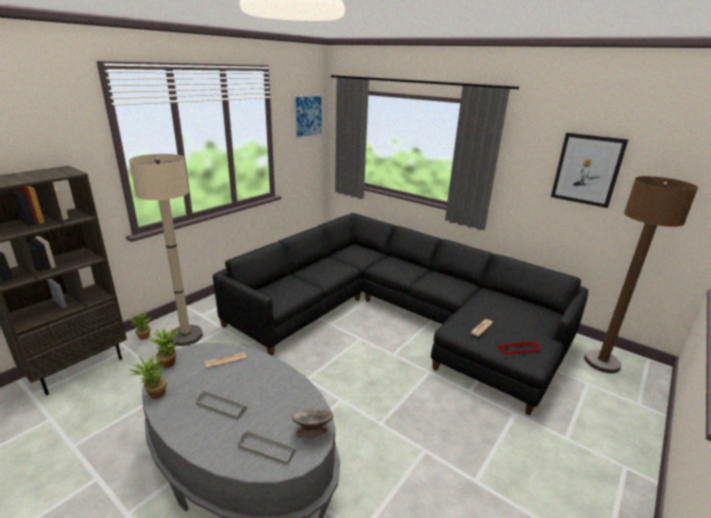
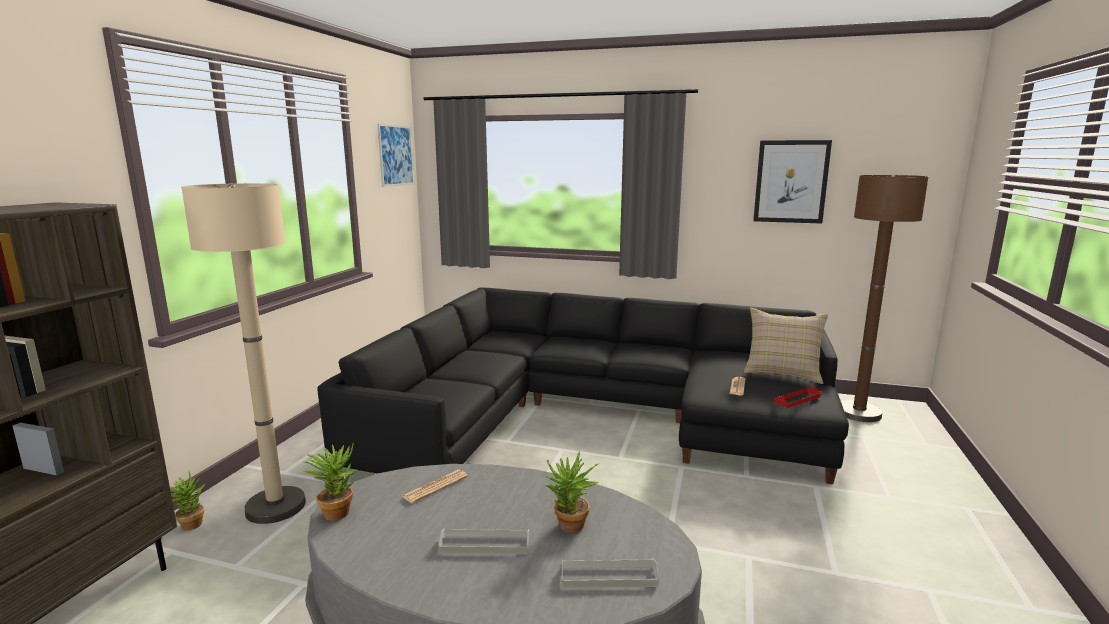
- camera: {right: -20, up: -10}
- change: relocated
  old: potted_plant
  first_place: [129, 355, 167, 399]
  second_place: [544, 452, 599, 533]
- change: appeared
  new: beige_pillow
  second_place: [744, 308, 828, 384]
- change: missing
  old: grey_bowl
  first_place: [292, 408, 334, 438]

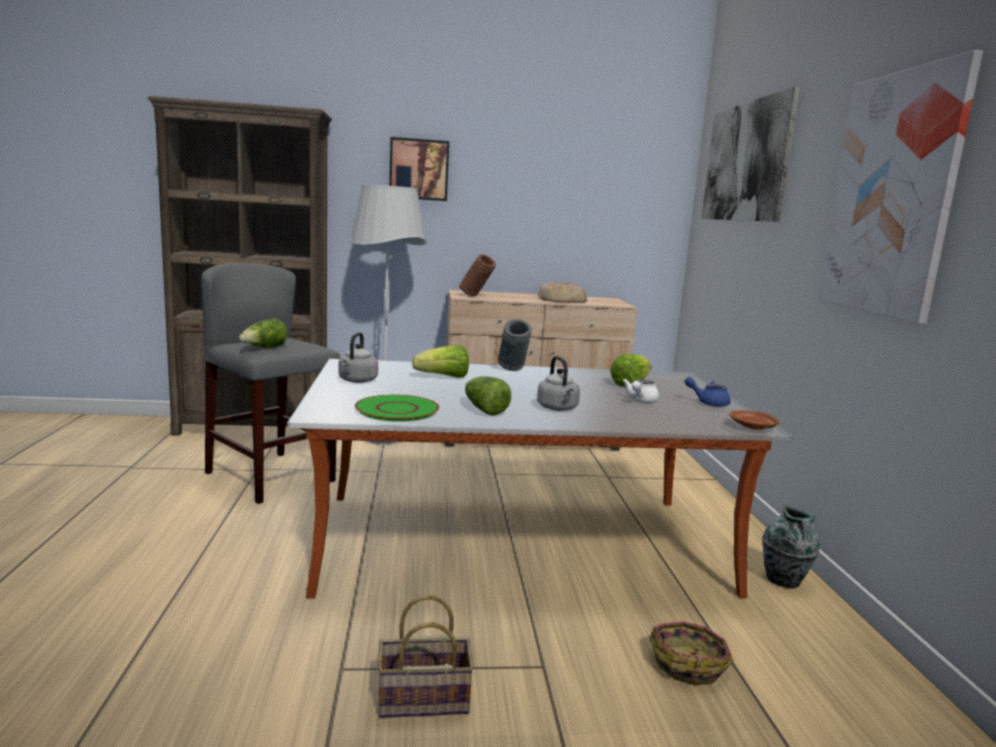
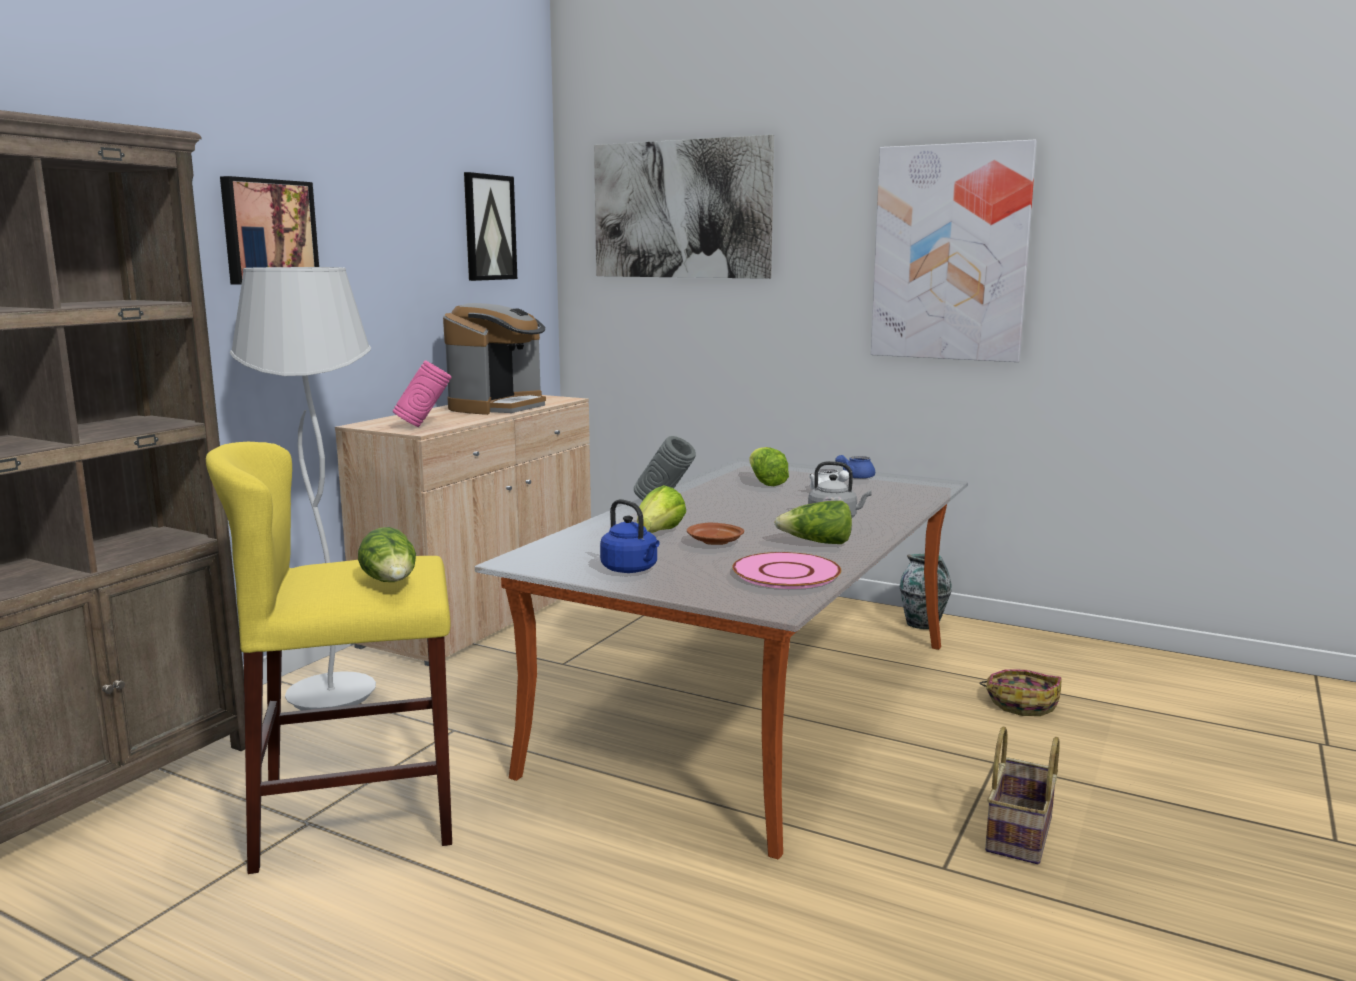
- camera: {right: -55, up: 0}
- change: colour
  old: grey_stool
  new: yellow_stool
  first_place: [201, 263, 340, 504]
  second_place: [206, 442, 452, 874]
- change: colour
  old: brown_vase
  new: pink_vase
  first_place: [459, 254, 496, 296]
  second_place: [393, 361, 452, 427]
- change: exchanged
  old: bread
  new: coffee_machine
  first_place: [538, 282, 587, 303]
  second_place: [443, 303, 546, 415]
- change: appeared
  new: picture
  second_place: [464, 172, 517, 281]
- change: colour
  old: grey_kettle
  new: blue_kettle
  first_place: [338, 332, 378, 383]
  second_place: [600, 499, 660, 573]
- change: relocated
  old: brown_plate
  first_place: [729, 410, 780, 430]
  second_place: [687, 523, 744, 545]
- change: colour
  old: green_plate
  new: pink_plate
  first_place: [355, 395, 439, 421]
  second_place: [732, 552, 841, 589]

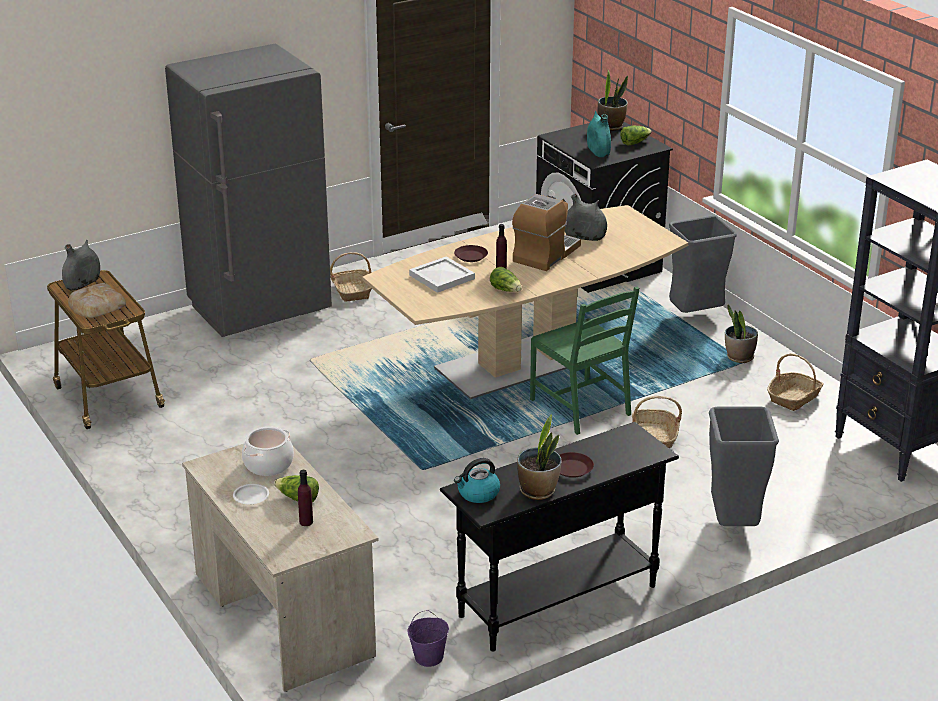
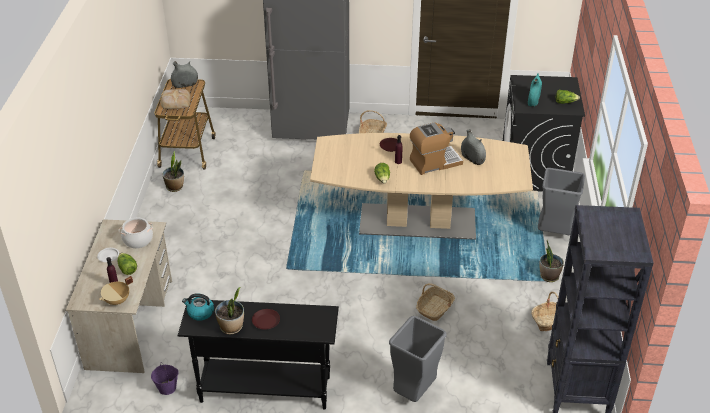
- camera: {right: 35, up: 10}
- change: appeared
  new: beige_cooking_pot
  second_place: [99, 276, 133, 305]
- change: relocated
  old: potted_plant
  first_place: [598, 70, 628, 131]
  second_place: [163, 151, 184, 192]
- change: missing
  old: white_tray
  first_place: [409, 256, 475, 293]
- change: missing
  old: green_chair
  first_place: [530, 287, 640, 435]

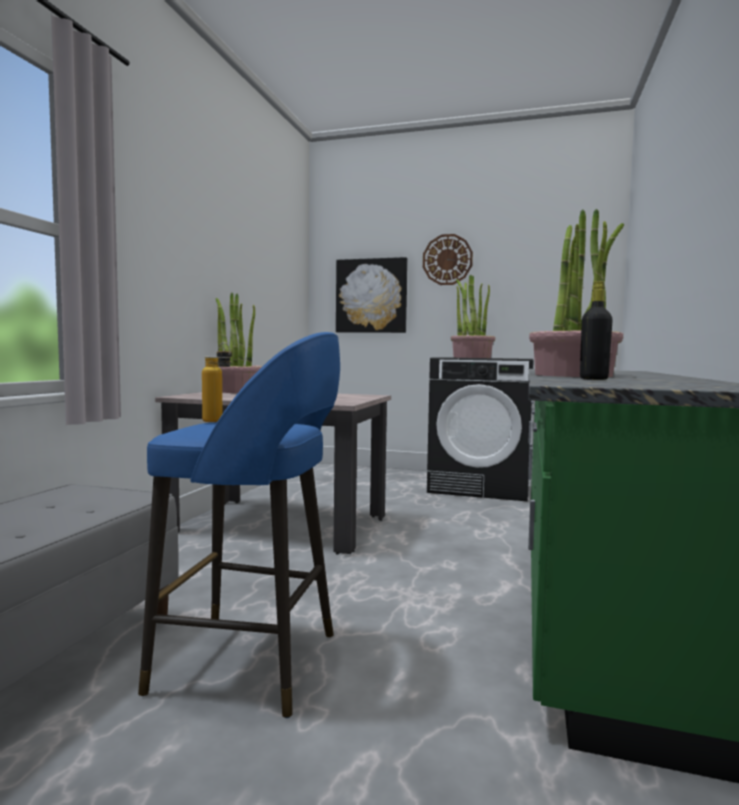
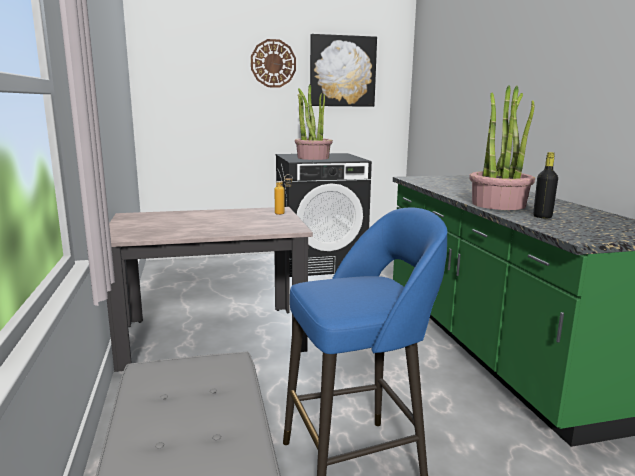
- camera: {right: -30, up: 10}
- change: relocated
  old: bottle
  first_place: [202, 342, 232, 422]
  second_place: [275, 174, 293, 215]
- change: relocated
  old: picture
  first_place: [336, 257, 408, 333]
  second_place: [310, 34, 377, 107]
- change: missing
  old: potted_plant
  first_place: [216, 293, 262, 393]

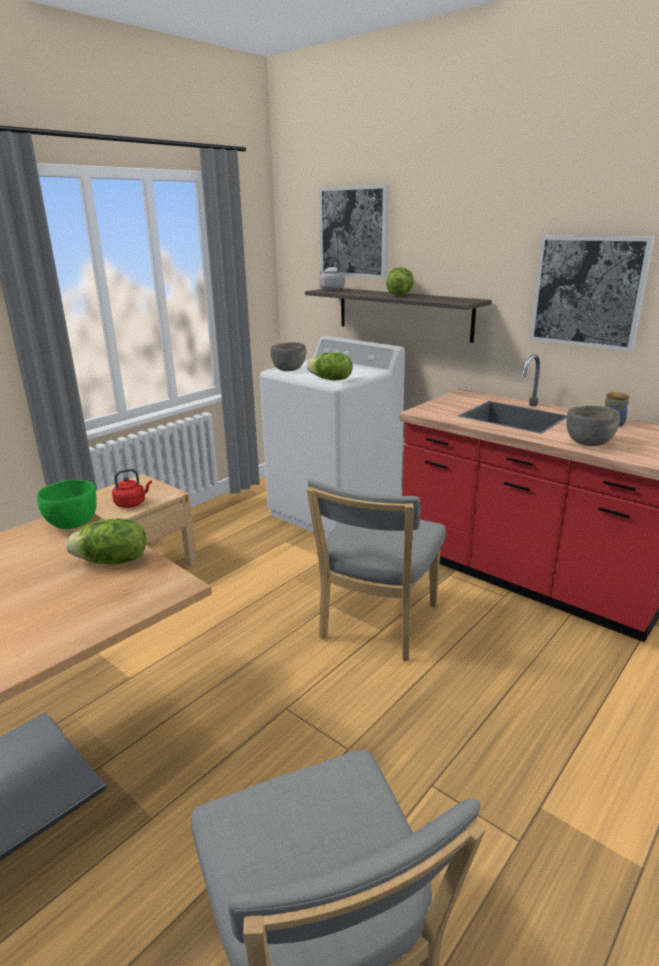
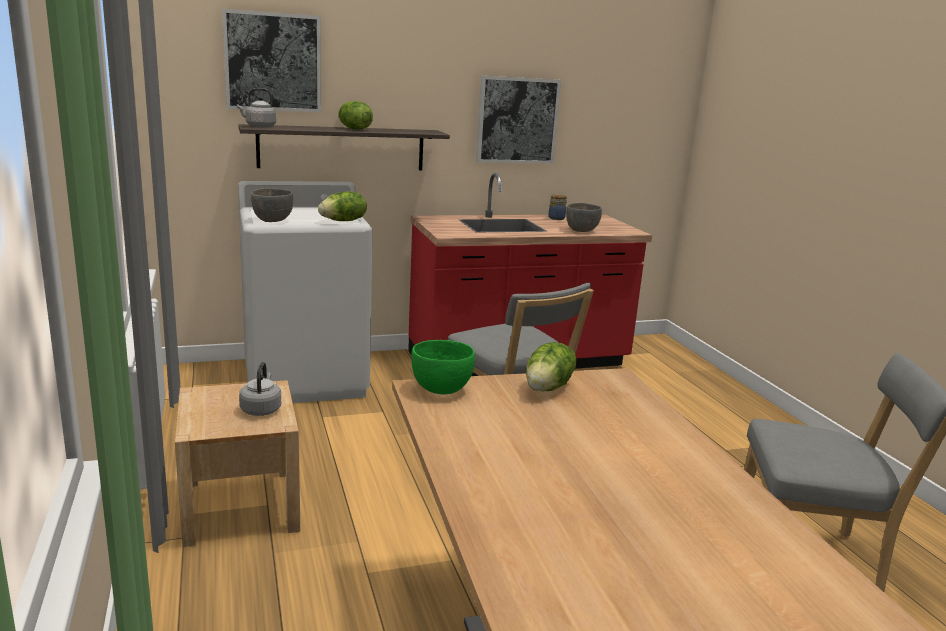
- camera: {right: -60, up: -5}
- change: colour
  old: red_kettle
  new: grey_kettle
  first_place: [112, 469, 152, 508]
  second_place: [239, 362, 281, 416]

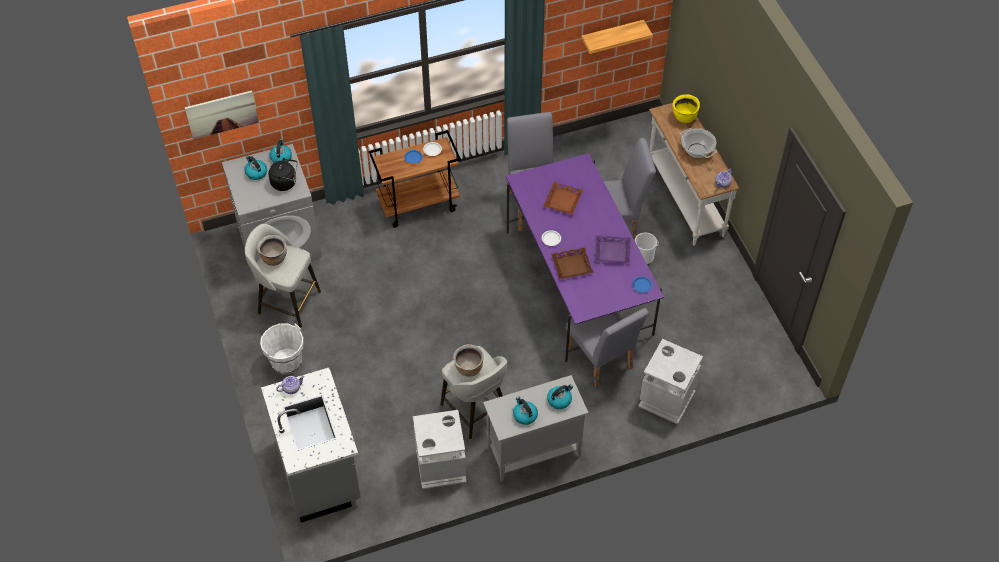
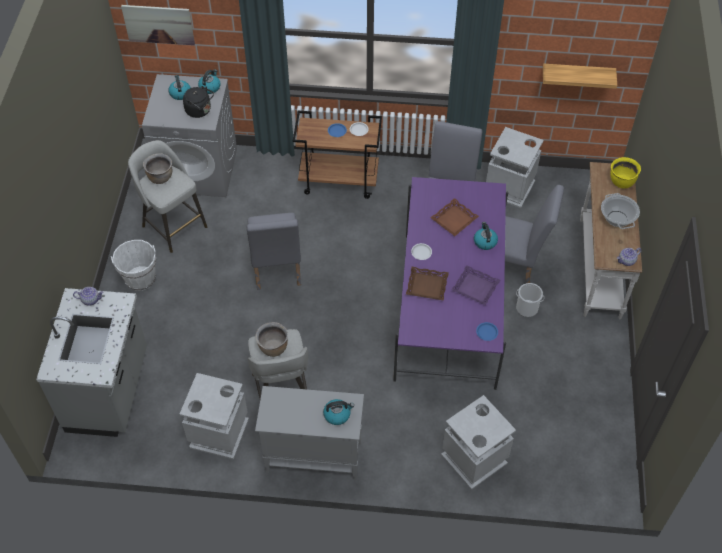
- camera: {right: 25, up: 0}
- change: relocated
  old: grey_chair
  first_place: [566, 308, 649, 388]
  second_place: [247, 213, 301, 290]
- change: relocated
  old: kettle
  first_place: [513, 397, 538, 425]
  second_place: [474, 222, 498, 250]
- change: appeared
  new: grey_trash_can
  second_place: [486, 127, 544, 208]

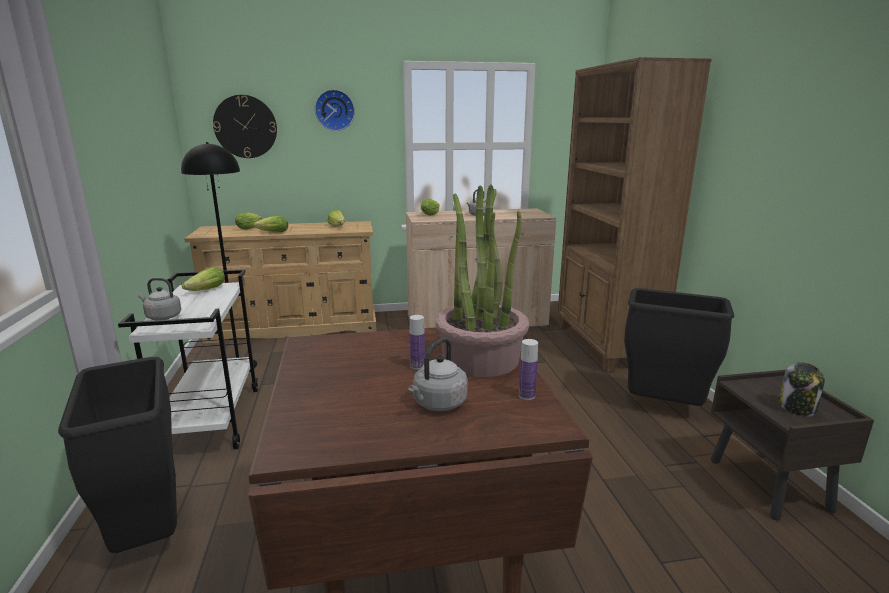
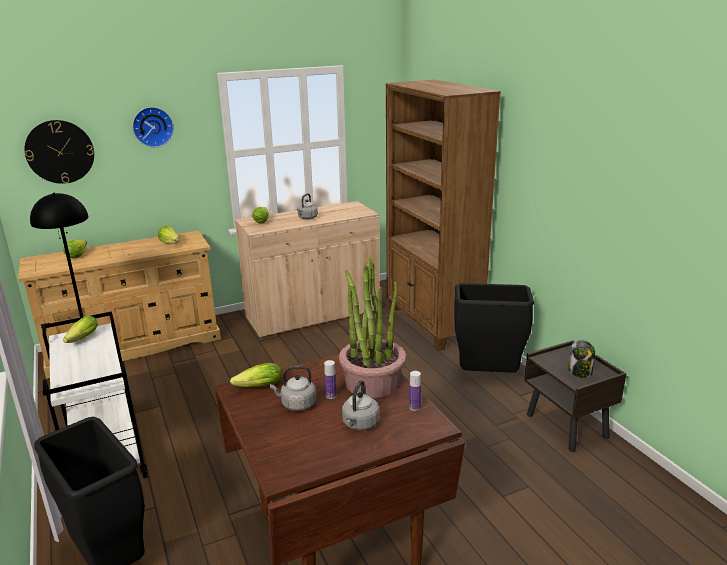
- camera: {right: -15, up: 5}
- change: relocated
  old: lettuce
  first_place: [254, 216, 288, 232]
  second_place: [230, 363, 282, 387]
- change: relocated
  old: grey_kettle
  first_place: [138, 278, 181, 320]
  second_place: [270, 366, 316, 411]

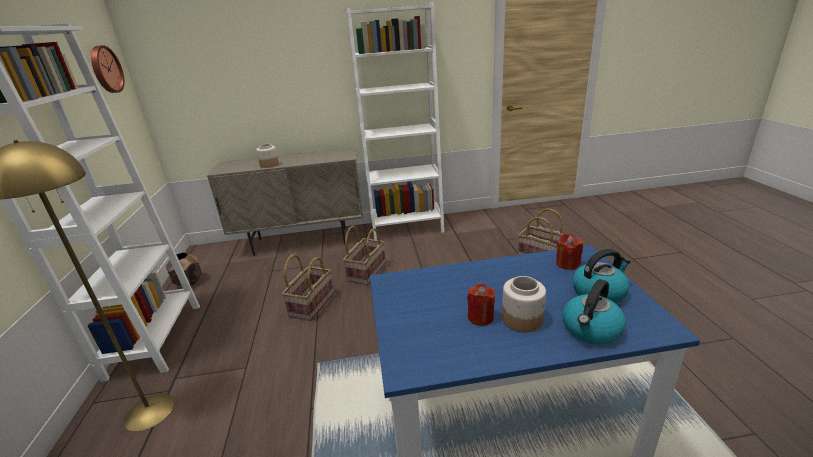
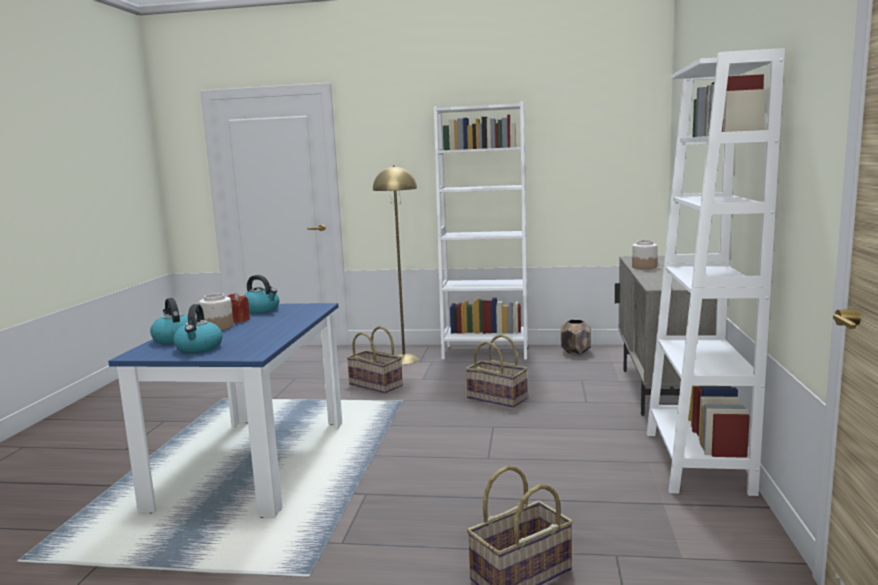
- camera: {right: 105, up: -15}
- change: appeared
  new: kettle
  second_place: [244, 275, 279, 314]
- change: relocated
  old: basket
  first_place: [343, 226, 386, 285]
  second_place: [346, 326, 403, 393]
- change: missing
  old: wall_clock
  first_place: [91, 45, 124, 93]
- change: missing
  old: red_candle
  first_place: [556, 233, 583, 270]

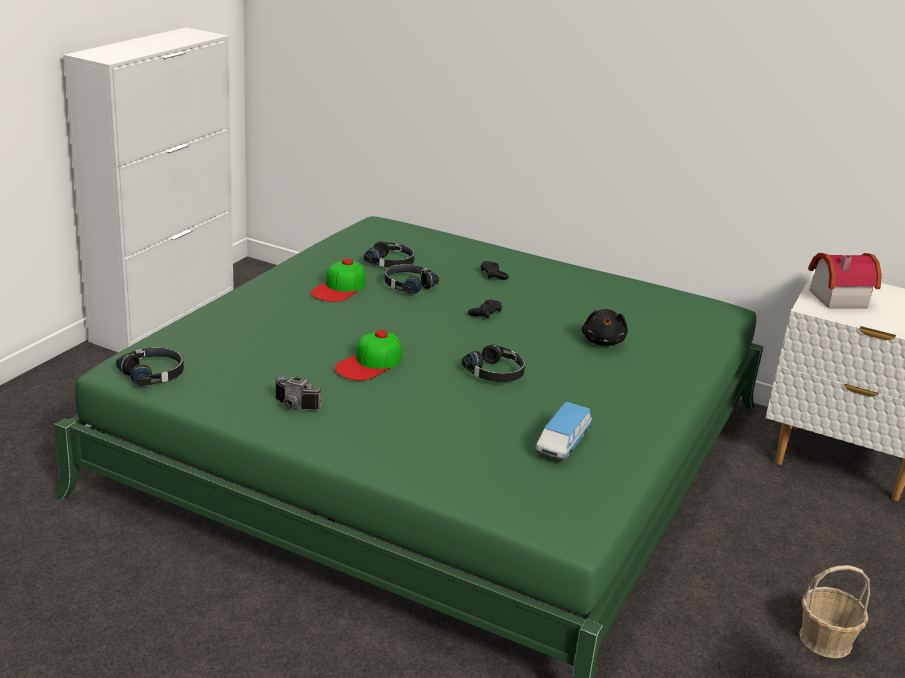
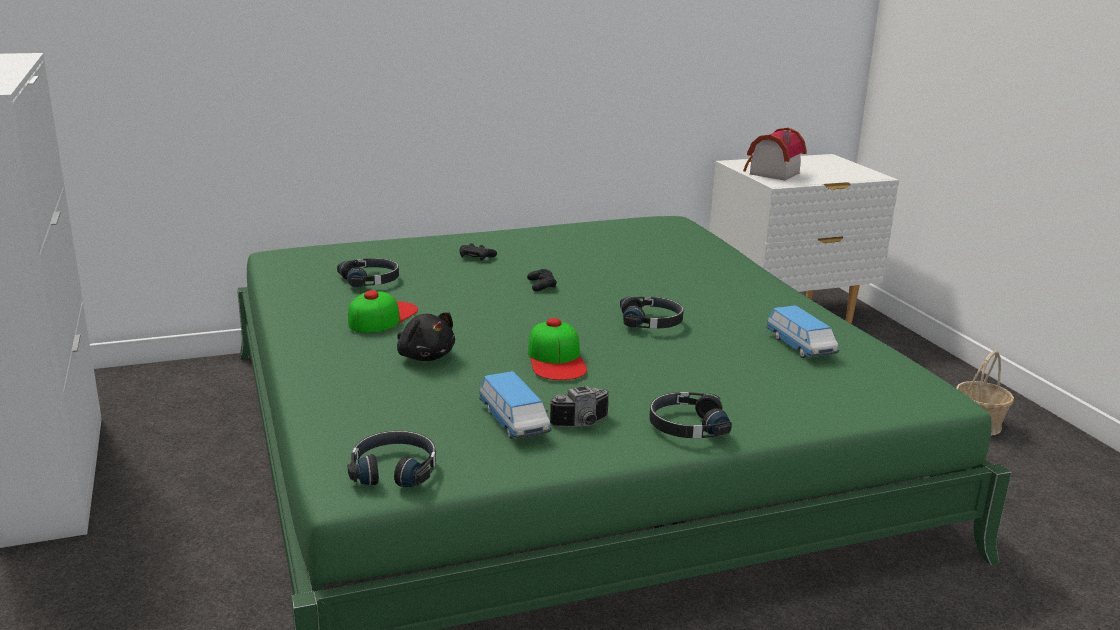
- camera: {right: -45, up: -5}
- change: spun
  old: cap
  first_place: [311, 259, 365, 302]
  second_place: [348, 290, 418, 333]
  degrees: -135
- change: relocated
  old: black_plush_toy
  first_place: [582, 309, 628, 346]
  second_place: [397, 312, 455, 361]
- change: appeared
  new: toy_car
  second_place: [479, 371, 551, 439]
- change: relocated
  old: black_headphones
  first_place: [385, 264, 439, 294]
  second_place: [649, 392, 732, 438]

